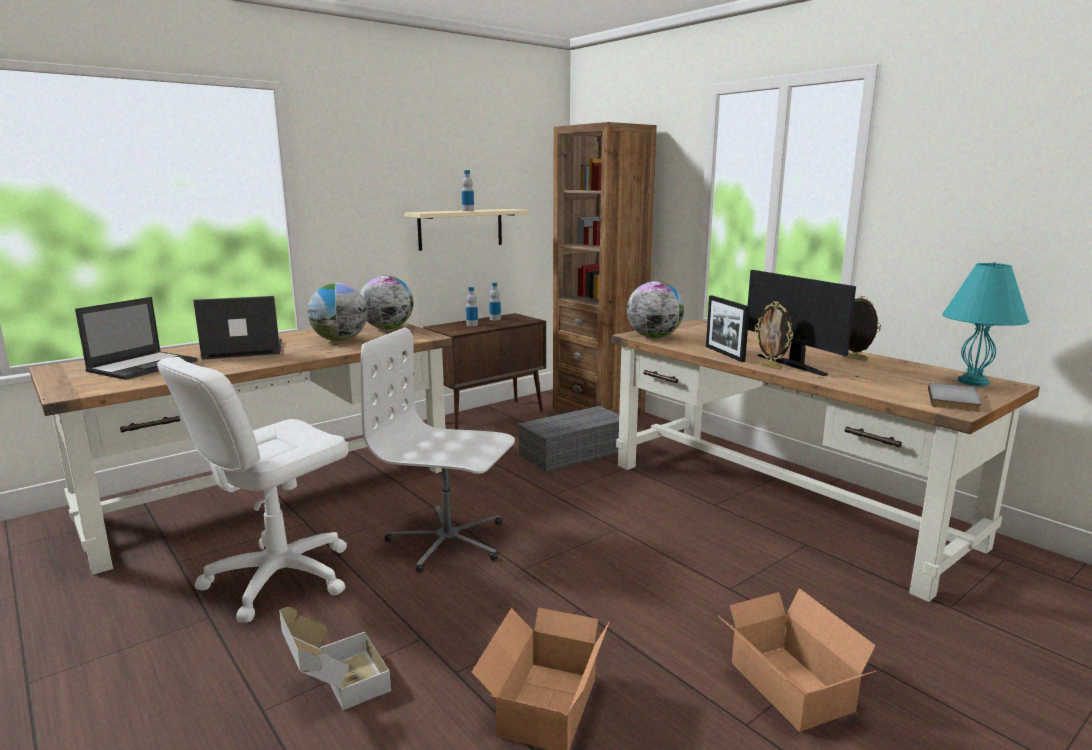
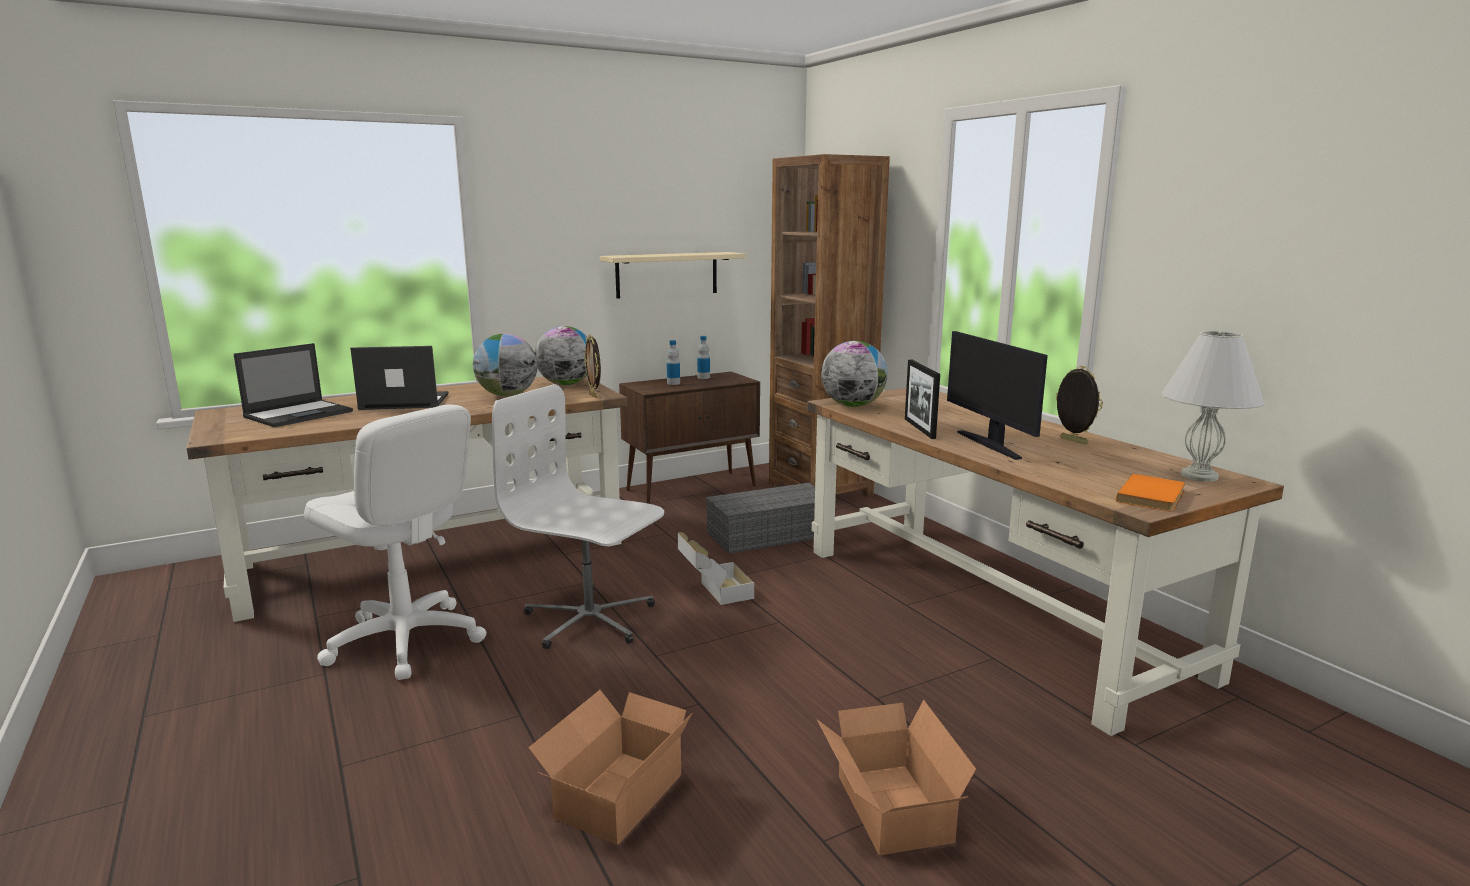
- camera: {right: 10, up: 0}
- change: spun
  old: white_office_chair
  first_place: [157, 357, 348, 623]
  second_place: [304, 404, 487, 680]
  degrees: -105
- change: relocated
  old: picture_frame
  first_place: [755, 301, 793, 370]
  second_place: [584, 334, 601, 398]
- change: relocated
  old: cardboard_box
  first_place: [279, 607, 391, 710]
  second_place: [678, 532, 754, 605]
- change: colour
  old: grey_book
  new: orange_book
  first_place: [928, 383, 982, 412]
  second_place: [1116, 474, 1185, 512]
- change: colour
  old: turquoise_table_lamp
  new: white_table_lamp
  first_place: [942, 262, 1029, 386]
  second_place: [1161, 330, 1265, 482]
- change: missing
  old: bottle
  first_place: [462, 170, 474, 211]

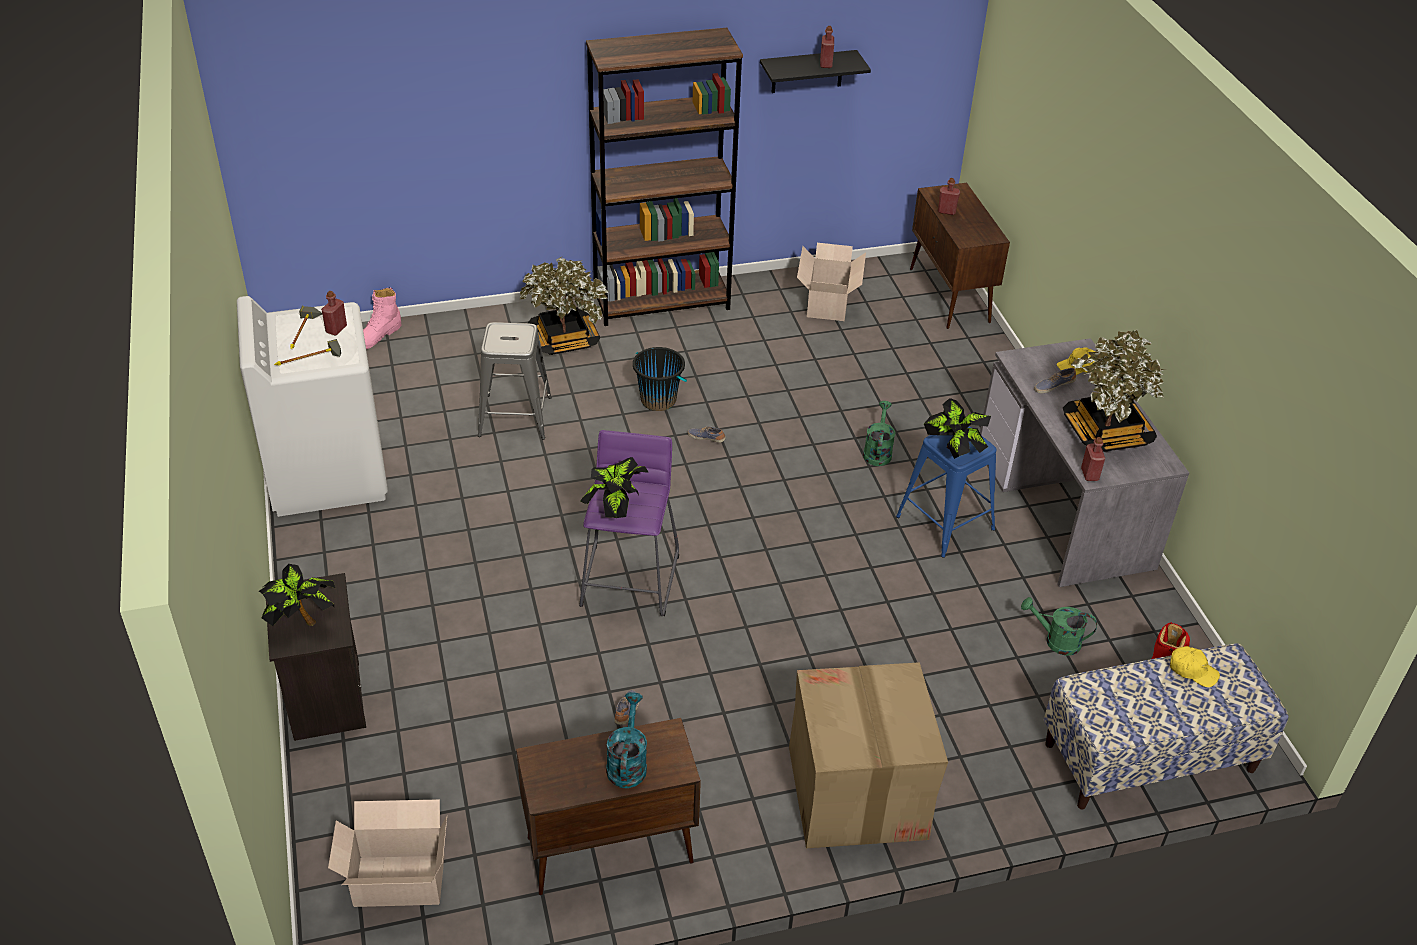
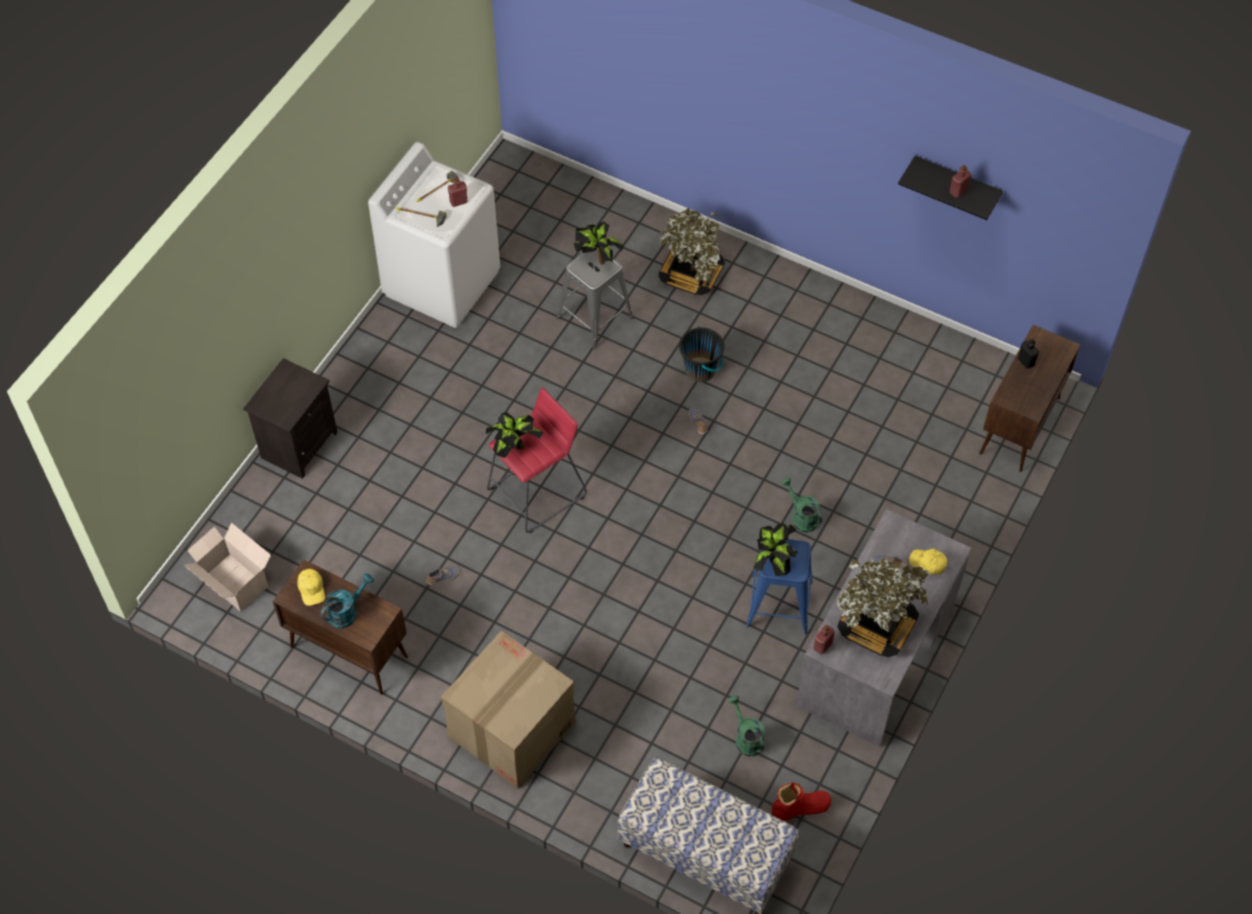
- camera: {right: 45, up: 15}
- change: relocated
  old: yellow_cap
  first_place: [1170, 646, 1220, 687]
  second_place: [297, 569, 325, 606]
- change: colour
  old: purple_stool
  new: red_stool
  first_place: [579, 430, 679, 616]
  second_place: [487, 387, 587, 533]
- change: relocated
  old: potted_plant
  first_place: [259, 564, 335, 626]
  second_place: [574, 222, 624, 265]
- change: spun
  old: green_watering_can
  first_place: [863, 401, 896, 466]
  second_place: [781, 477, 822, 533]
  degrees: -90
- change: colour
  old: red_bottle
  new: black_bottle
  first_place: [938, 178, 960, 215]
  second_place: [1018, 339, 1039, 369]
- change: missing
  old: pink_boot
  first_place: [363, 287, 402, 349]
- change: missing
  old: brown_bookcase
  first_place: [586, 28, 743, 326]
- change: missing
  old: cardboard_box
  first_place: [797, 243, 866, 321]

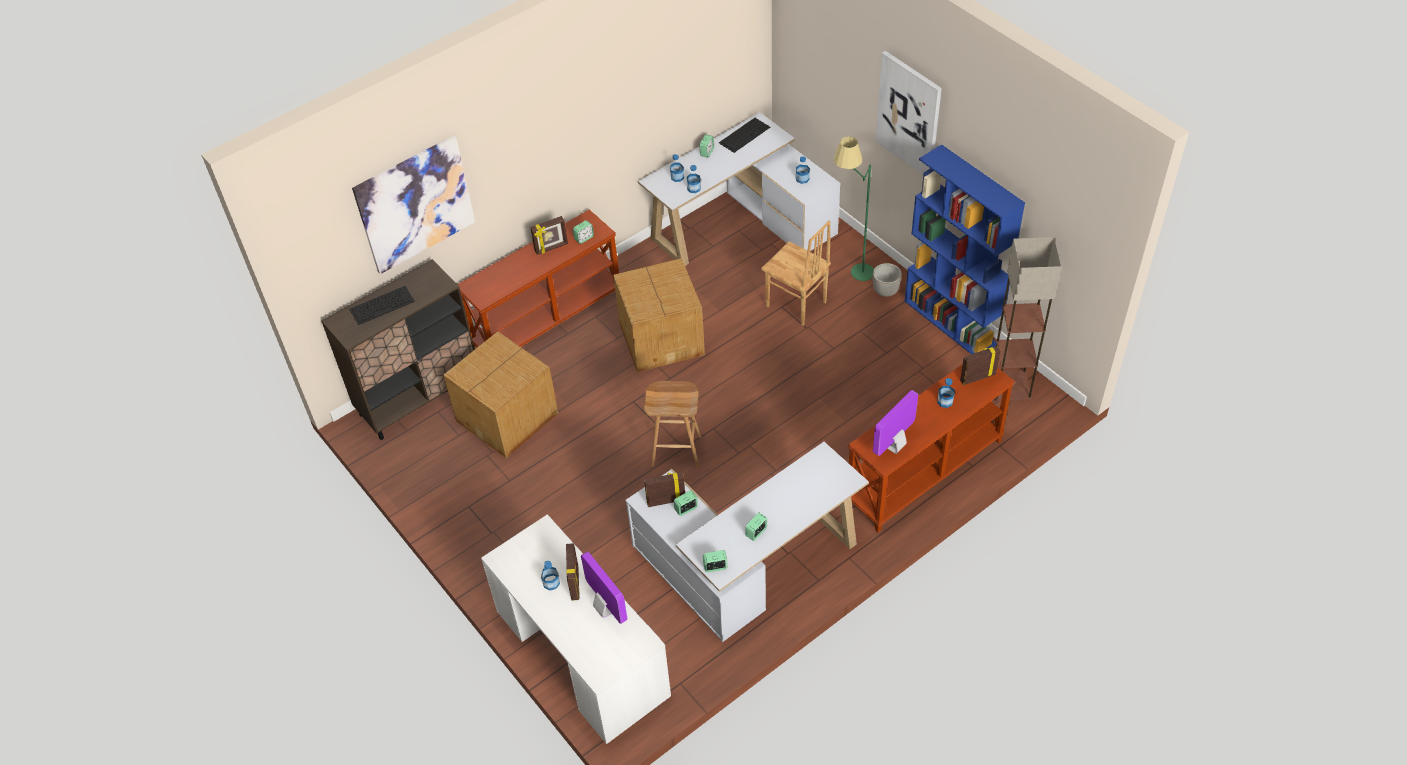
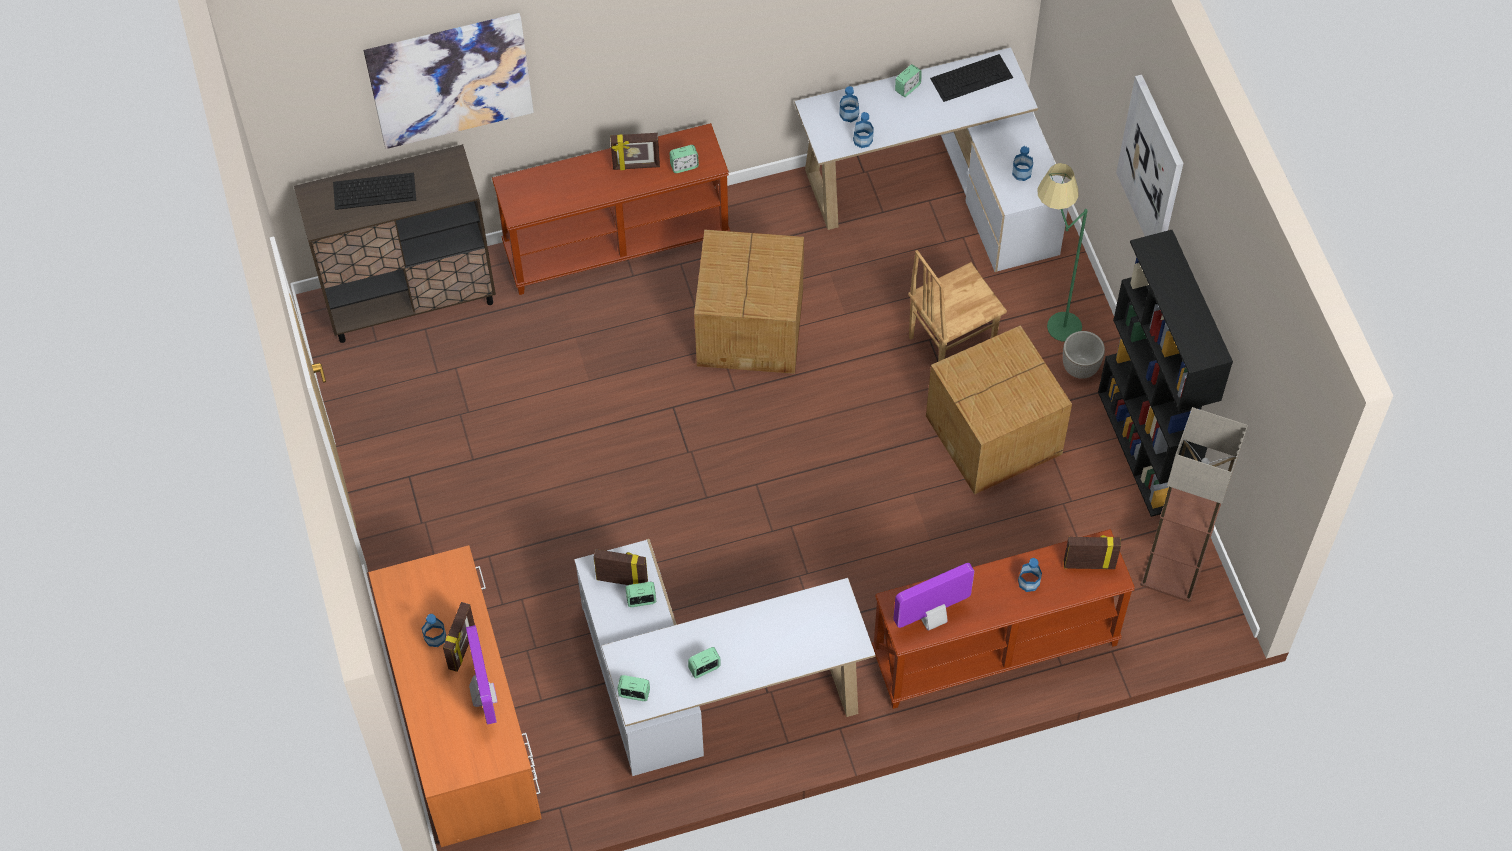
- camera: {right: 20, up: 10}
- change: colour
  old: white_desk
  new: orange_desk
  first_place: [481, 514, 671, 744]
  second_place: [368, 545, 542, 847]
- change: spun
  old: brown_chair
  first_place: [761, 221, 831, 326]
  second_place: [908, 250, 1007, 362]
  degrees: 90
- change: relocated
  old: cardboard_box
  first_place: [443, 331, 558, 458]
  second_place: [926, 325, 1072, 495]
- change: colour
  old: blue_bookcase
  new: black_bookcase
  first_place: [905, 144, 1025, 354]
  second_place: [1098, 230, 1233, 517]
- change: missing
  old: brown_stool
  first_place: [644, 381, 701, 468]

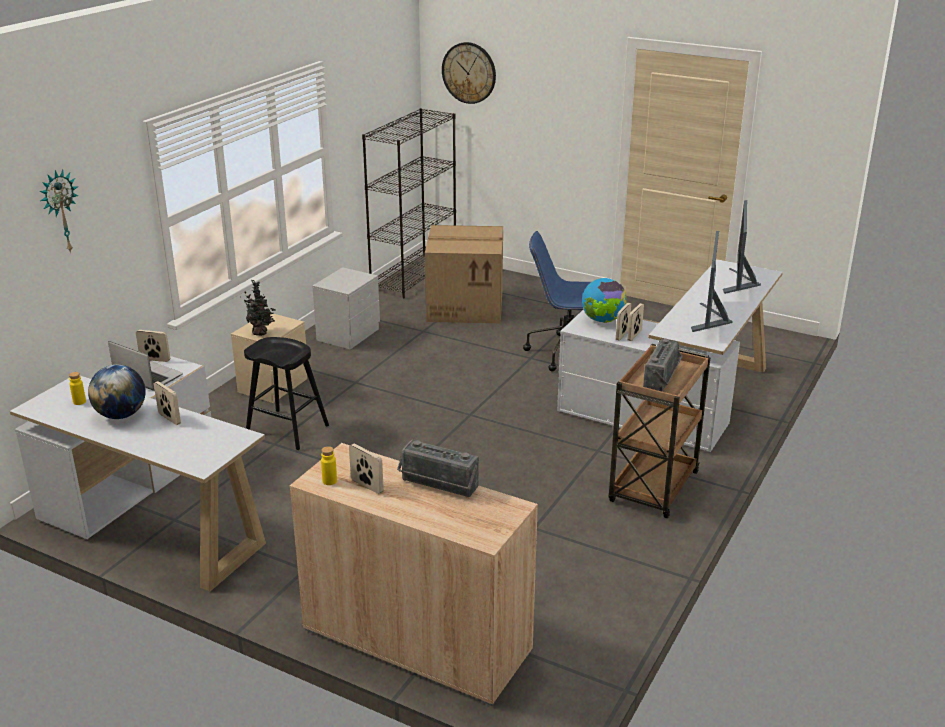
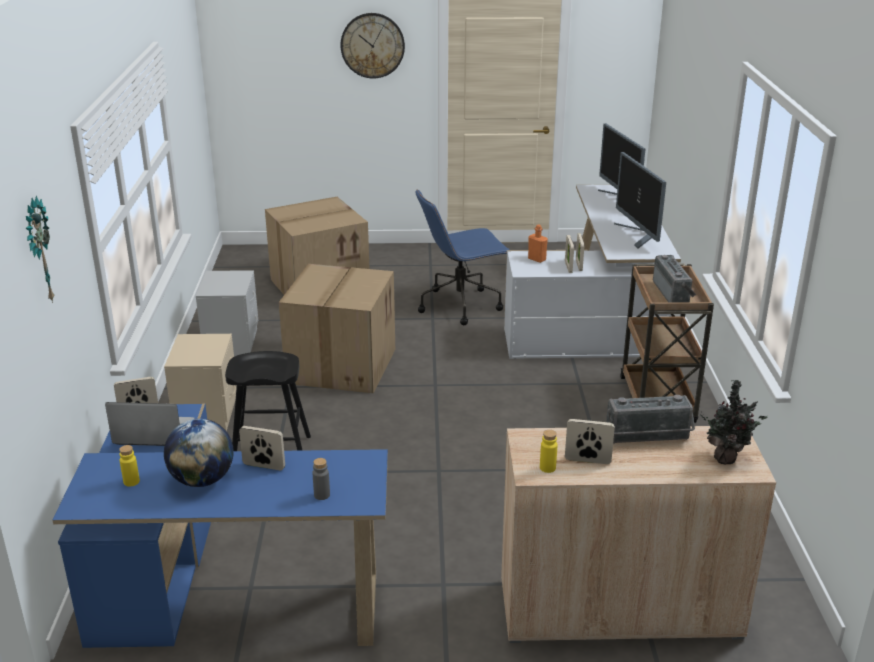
- camera: {right: -30, up: 0}
- change: colour
  old: white_desk
  new: blue_desk
  first_place: [10, 356, 266, 592]
  second_place: [52, 403, 388, 648]
- change: appeared
  new: cardboard_box
  second_place: [279, 264, 395, 393]
- change: appeared
  new: grey_bottle
  second_place: [313, 458, 330, 500]
- change: relocated
  old: wall_clock
  first_place: [442, 42, 496, 104]
  second_place: [340, 13, 405, 79]
- change: exchanged
  old: globe
  new: orange_bottle
  first_place: [582, 278, 627, 323]
  second_place: [528, 225, 548, 263]
- change: relocated
  old: potted_plant
  first_place: [244, 280, 276, 336]
  second_place: [700, 380, 768, 464]
- change: missing
  old: black_bookcase
  first_place: [362, 108, 456, 298]

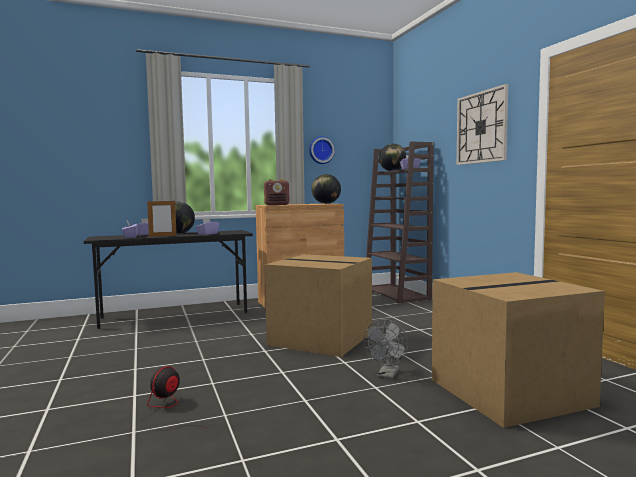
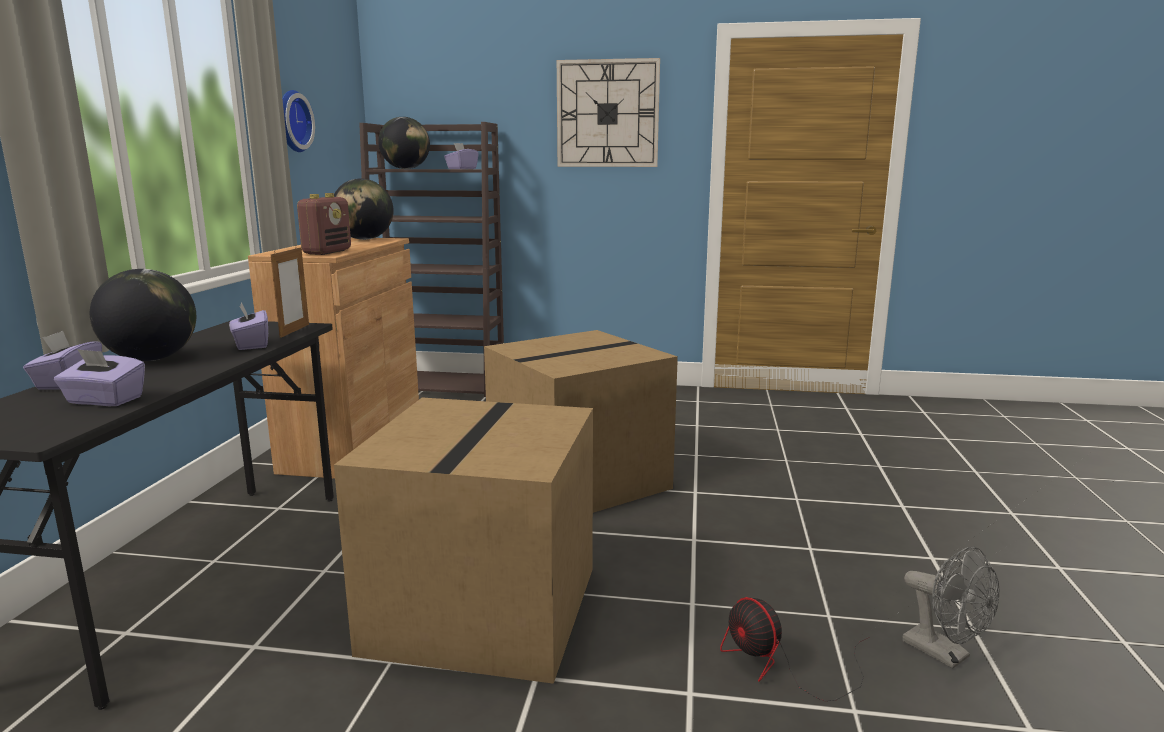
- camera: {right: -60, up: 10}
- change: relocated
  old: picture_frame
  first_place: [147, 201, 177, 237]
  second_place: [271, 247, 309, 338]
- change: relocated
  old: cardboard_box
  first_place: [432, 272, 605, 428]
  second_place: [334, 398, 593, 684]
- change: relocated
  old: grey_fan
  first_place: [364, 319, 408, 379]
  second_place: [902, 547, 999, 668]

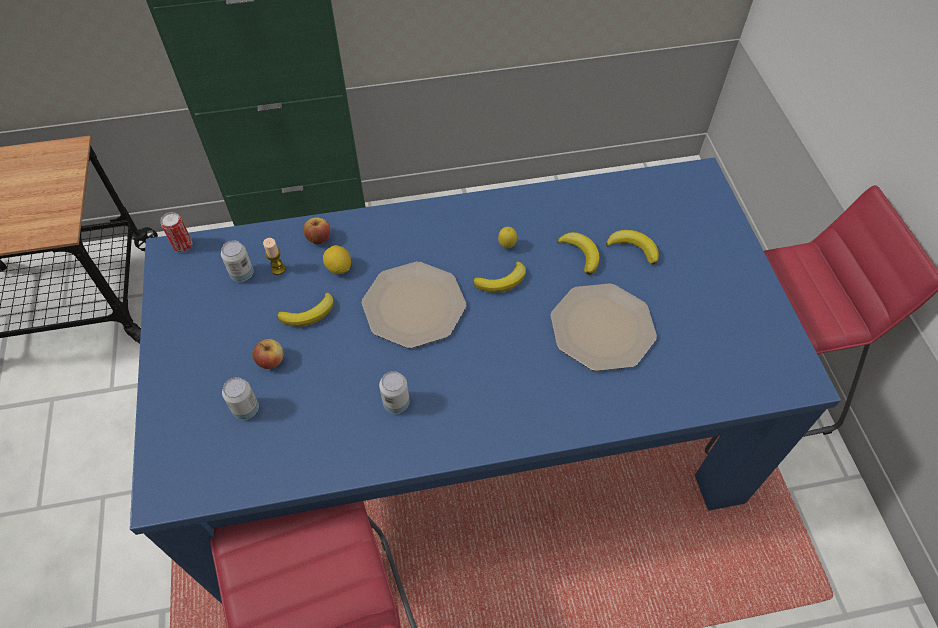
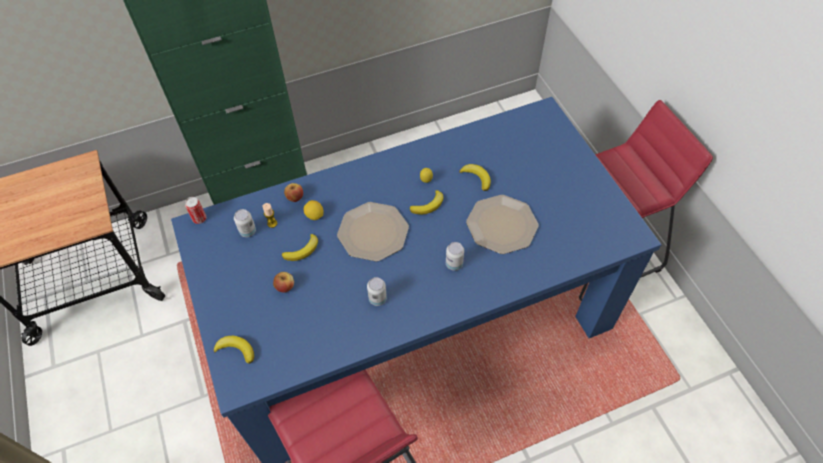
- camera: {right: -10, up: 0}
- change: relocated
  old: banana
  first_place: [606, 230, 659, 265]
  second_place: [214, 336, 254, 364]
- change: relocated
  old: can
  first_place: [222, 377, 259, 420]
  second_place: [446, 242, 464, 271]

